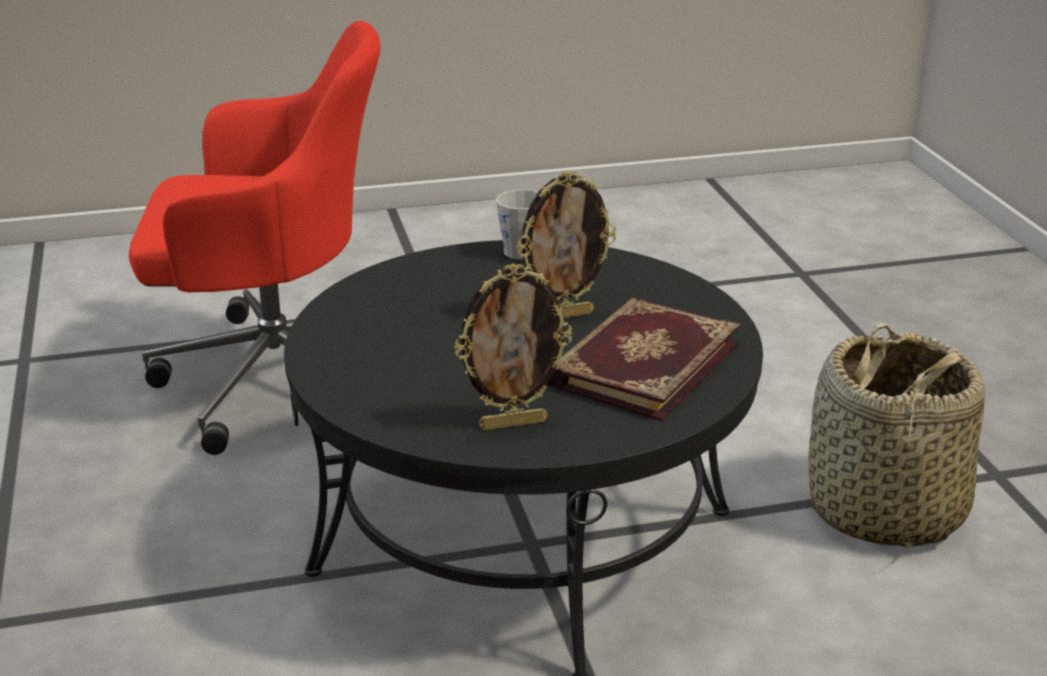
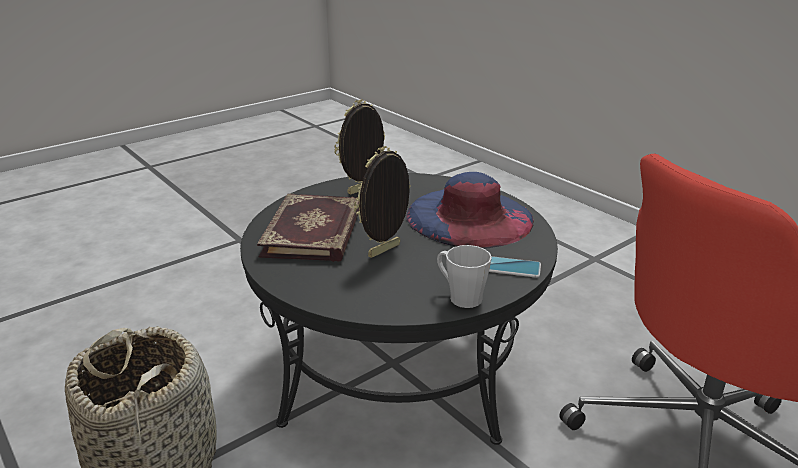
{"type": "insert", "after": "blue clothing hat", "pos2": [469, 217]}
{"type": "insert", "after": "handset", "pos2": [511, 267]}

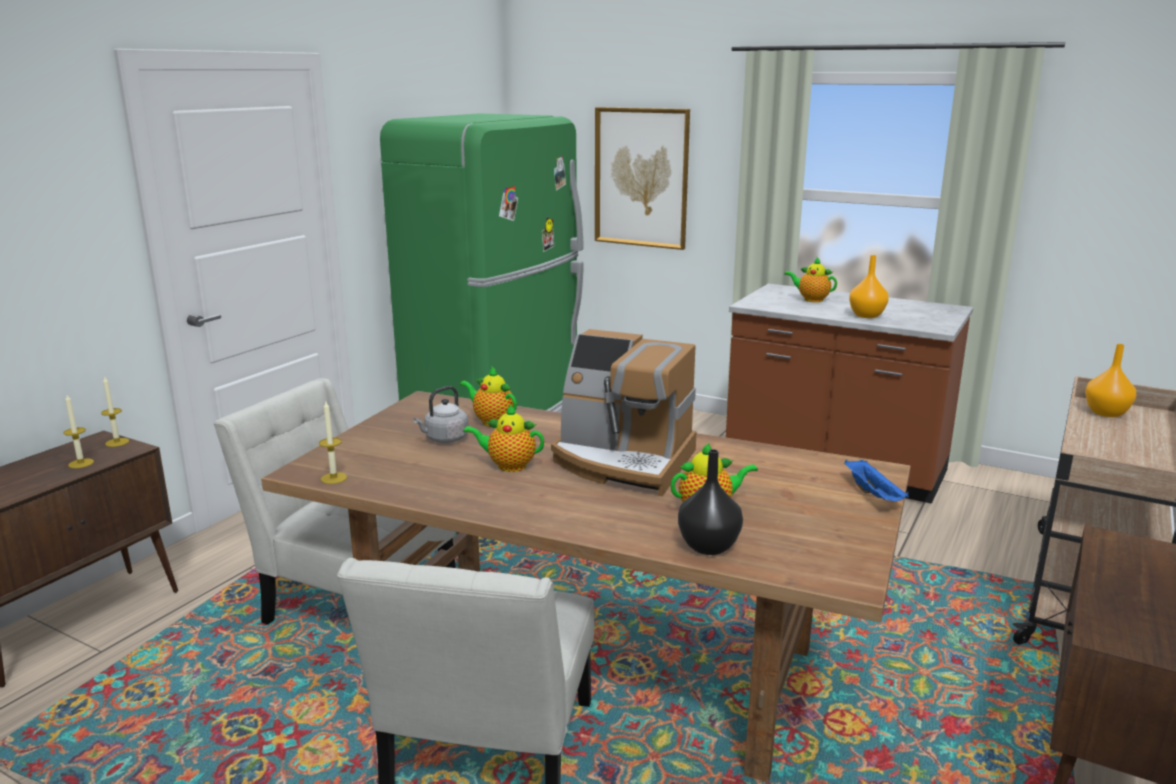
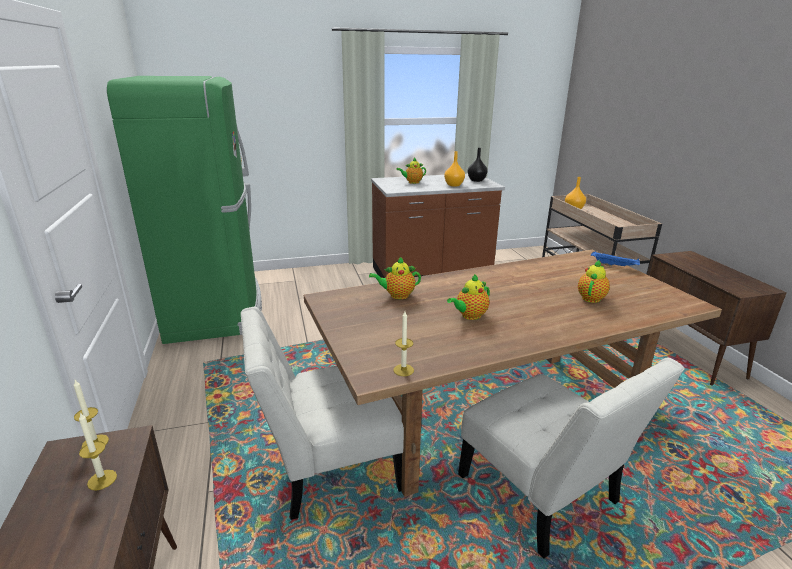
{"type": "move", "before": "blackish decorative vase", "pos1": [708, 546], "pos2": [476, 180]}
{"type": "delete", "before": "greyish kettle", "pos1": [444, 439]}
{"type": "delete", "before": "coffee machine", "pos1": [623, 461]}
{"type": "delete", "before": "wall art", "pos1": [641, 177]}

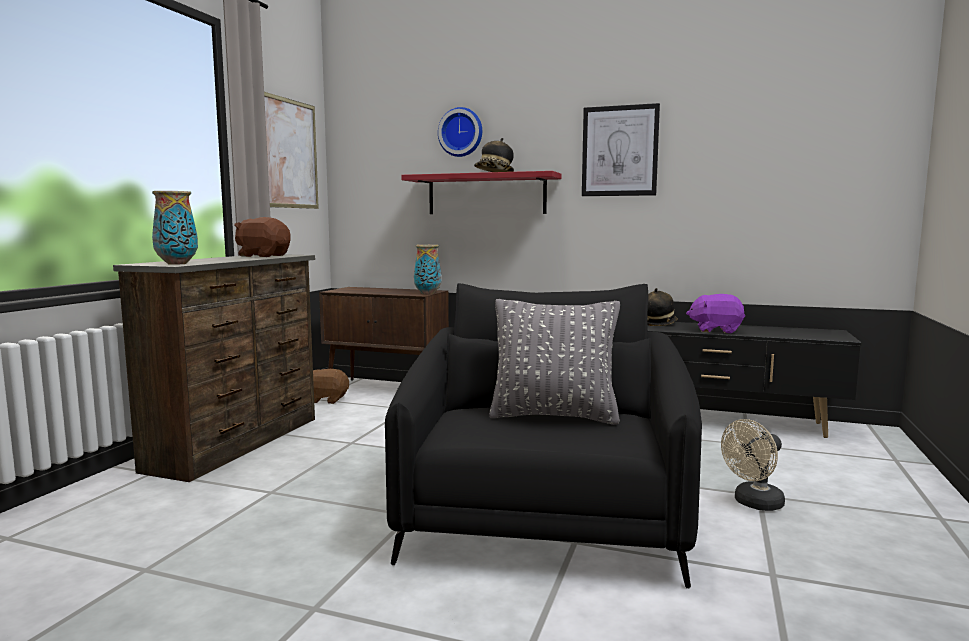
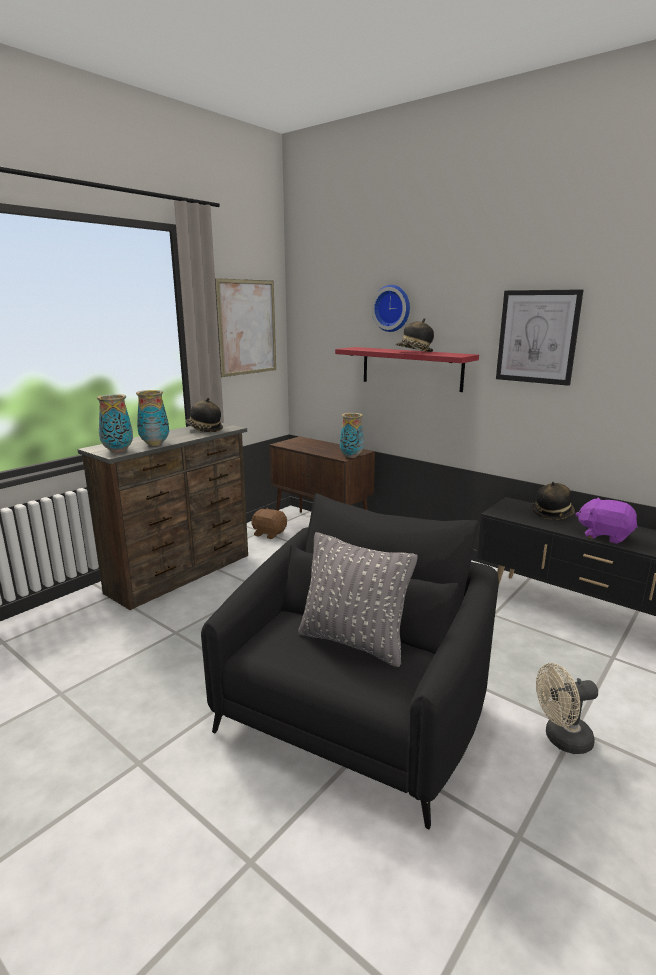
{"type": "insert", "after": "decorative vase", "pos2": [154, 444]}
{"type": "replace", "before": "brownish cuddly toy", "after": "clothing hat", "pos1": [263, 256], "pos2": [204, 429]}

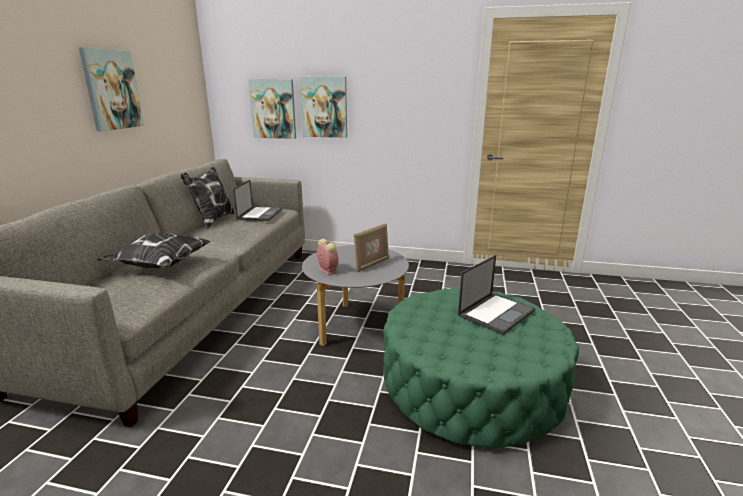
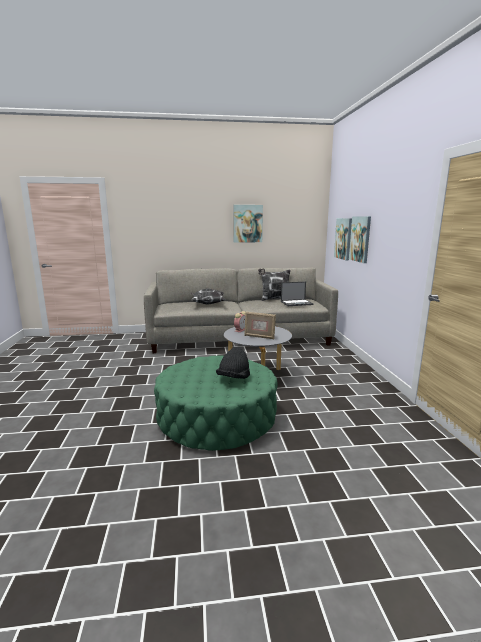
{"type": "replace", "before": "laptop", "after": "blackish clothing hat", "pos1": [496, 313], "pos2": [233, 378]}

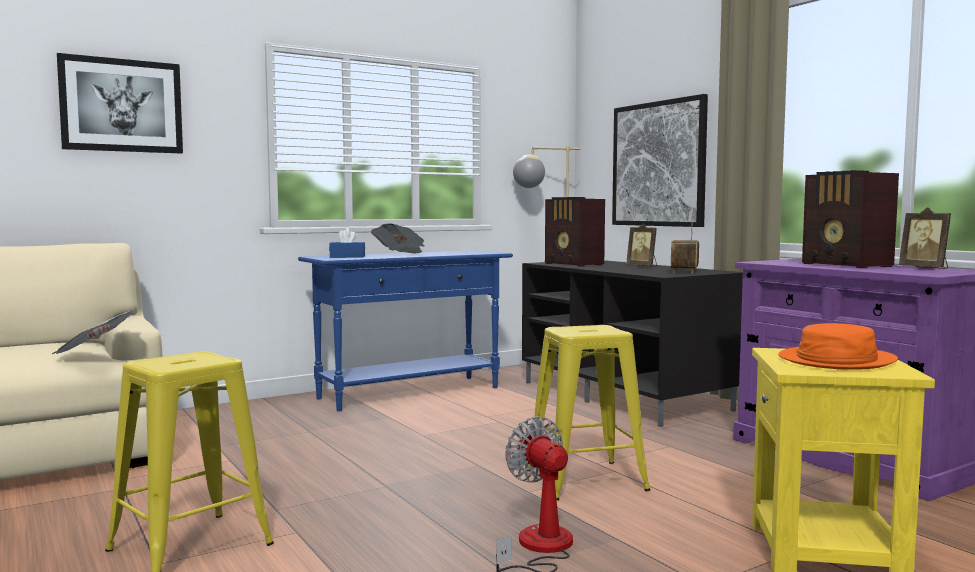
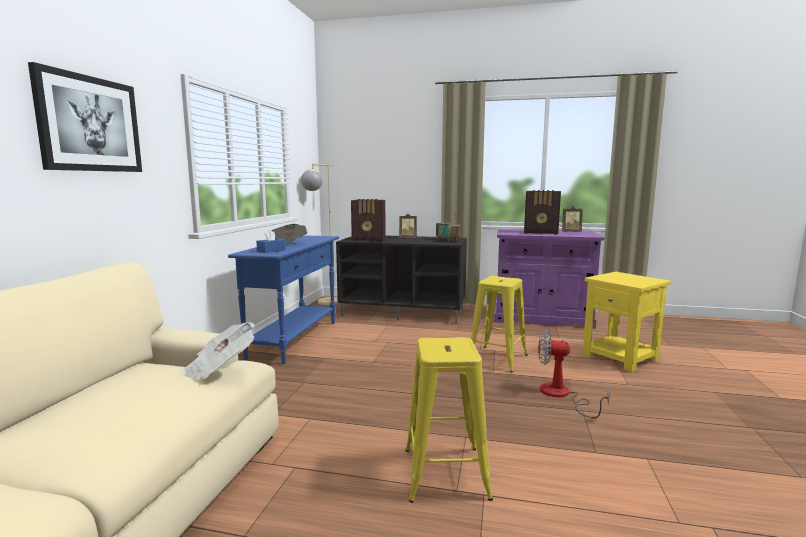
{"type": "delete", "before": "wall art", "pos1": [658, 164]}
{"type": "delete", "before": "orange clothing hat", "pos1": [836, 360]}

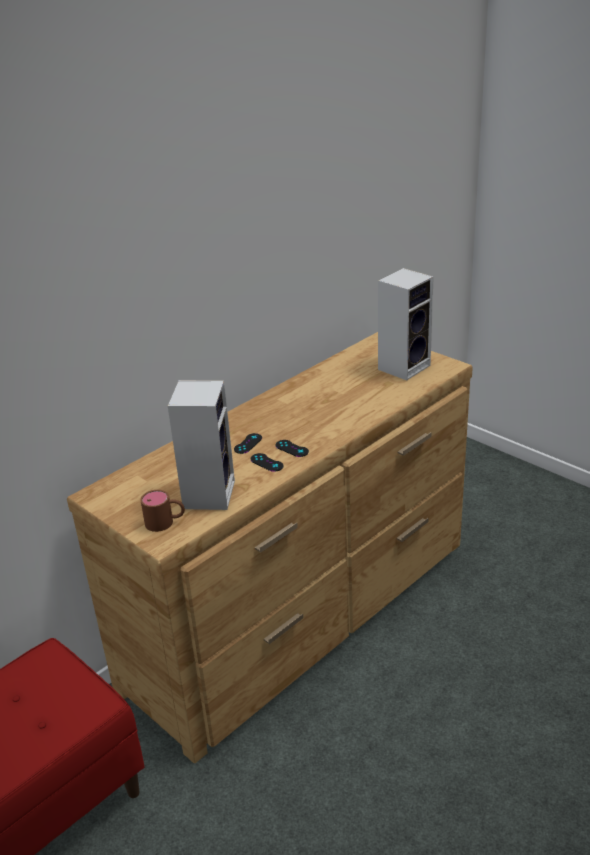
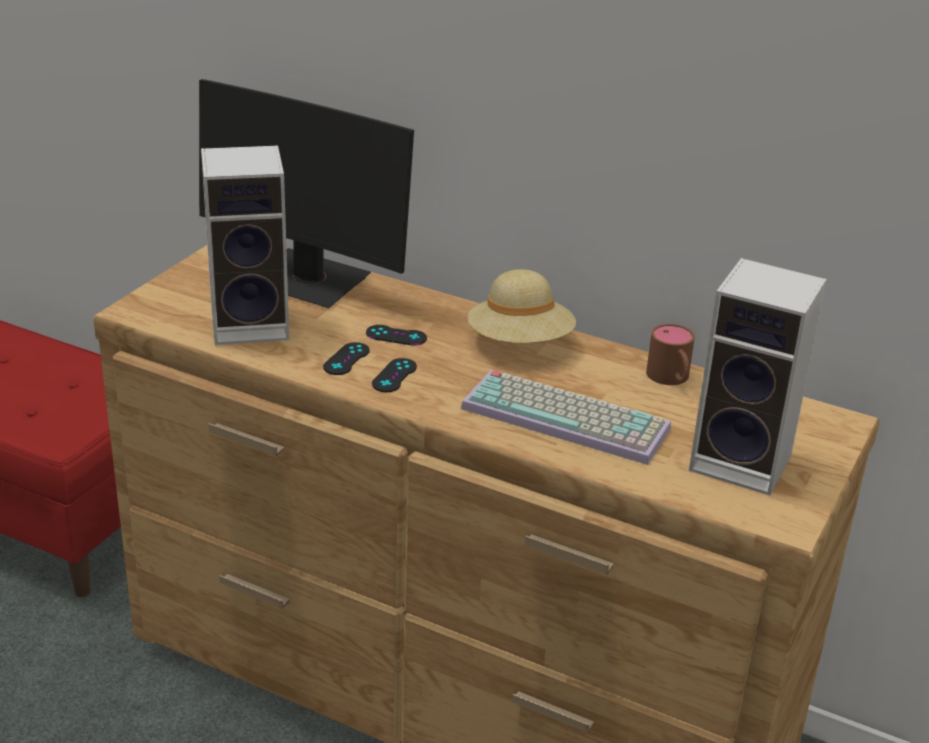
{"type": "insert", "after": "monitor", "pos2": [308, 281]}
{"type": "insert", "after": "keyboard", "pos2": [569, 417]}
{"type": "insert", "after": "beige-coloured clothing hat", "pos2": [520, 343]}
{"type": "move", "before": "brownish coffee mug", "pos1": [165, 522], "pos2": [671, 379]}

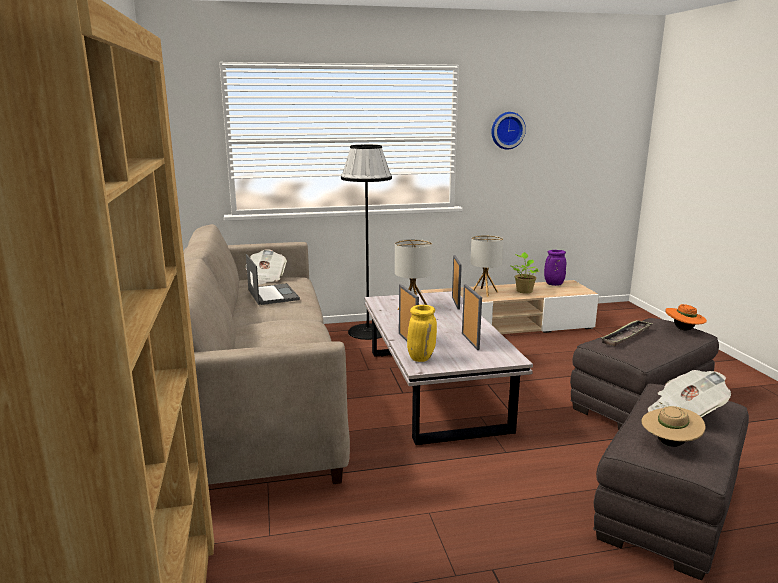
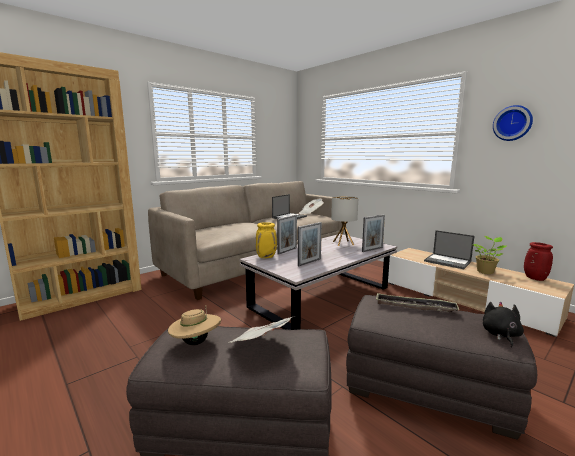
{"type": "replace", "before": "lamp for a table", "after": "laptop", "pos1": [484, 292], "pos2": [448, 261]}
{"type": "replace", "before": "orange clothing hat", "after": "blackish cuddly toy", "pos1": [683, 329], "pos2": [500, 335]}
{"type": "recolor", "before": "purple-coloured decorative vase", "after": "reddish decorative vase", "pos1": [553, 284], "pos2": [534, 278]}
{"type": "delete", "before": "blackish standard lamp", "pos1": [368, 332]}

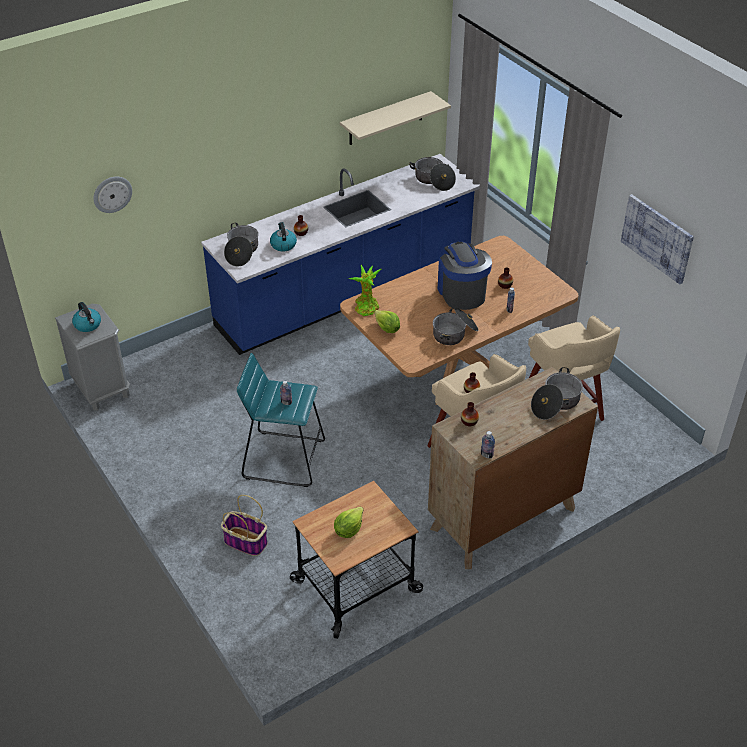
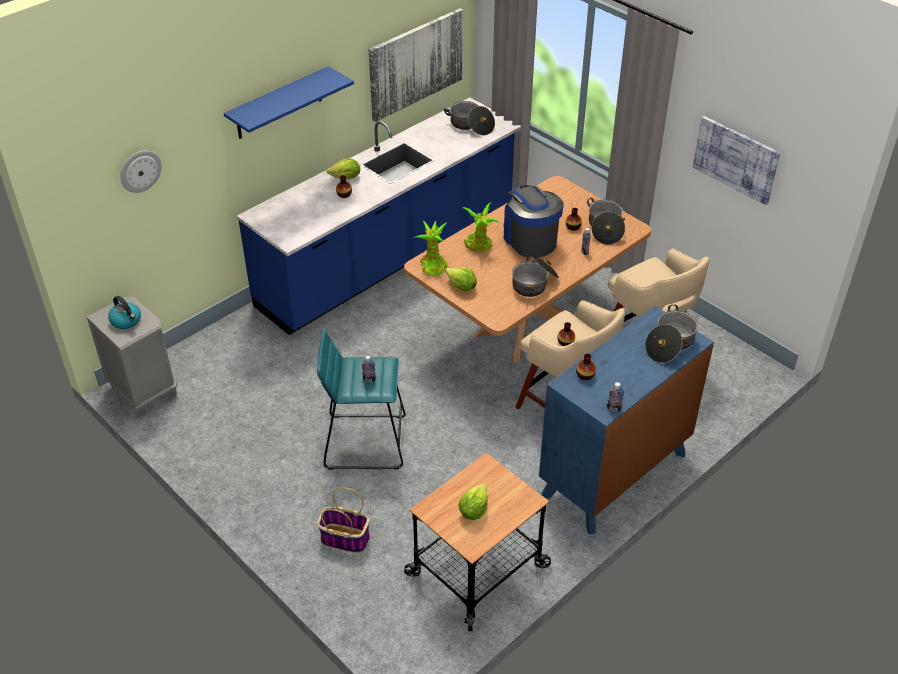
{"type": "insert", "after": "blue shelf", "pos2": [279, 104]}
{"type": "insert", "after": "head of lettuce", "pos2": [346, 178]}
{"type": "replace", "before": "beige-coloured shelf", "after": "wall art", "pos1": [386, 119], "pos2": [416, 64]}
{"type": "insert", "after": "potted plant", "pos2": [479, 245]}
{"type": "recolor", "before": "brownish drawer chest", "after": "blue drawer chest", "pos1": [503, 518], "pos2": [614, 474]}
{"type": "move", "before": "saucepot", "pos1": [242, 252], "pos2": [605, 228]}
{"type": "delete", "before": "kettle", "pos1": [283, 244]}

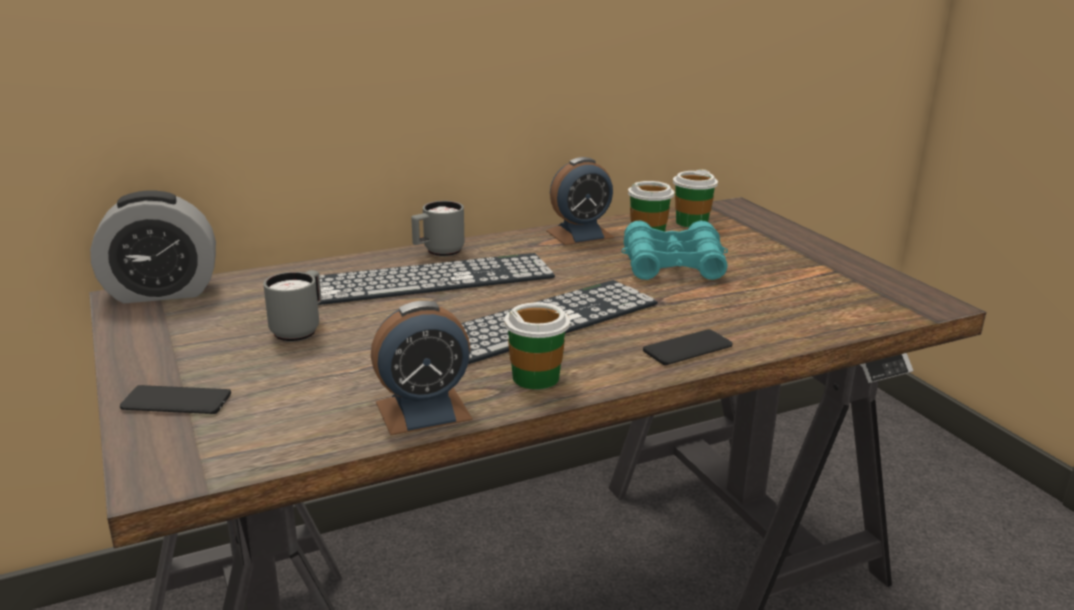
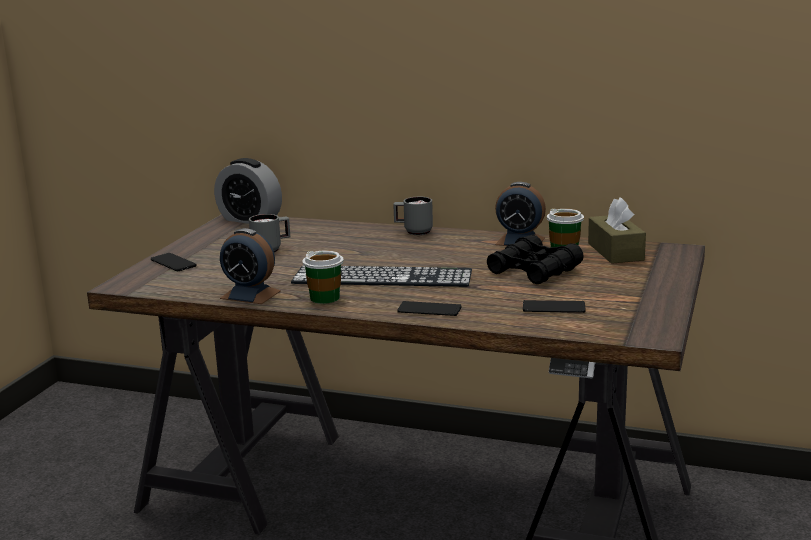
{"type": "recolor", "before": "turquoise-coloured binoculars", "after": "blackish binoculars", "pos1": [673, 265], "pos2": [534, 271]}
{"type": "insert", "after": "handset", "pos2": [553, 307]}
{"type": "replace", "before": "cup", "after": "brownish tissue holder", "pos1": [691, 222], "pos2": [615, 252]}
{"type": "delete", "before": "keyboard", "pos1": [433, 279]}

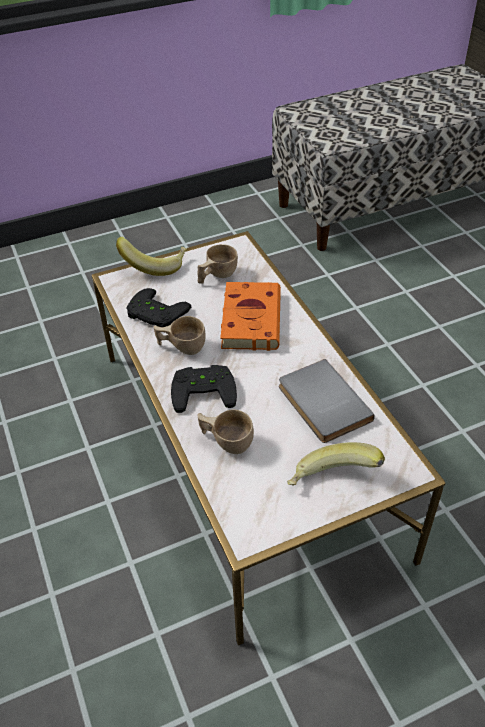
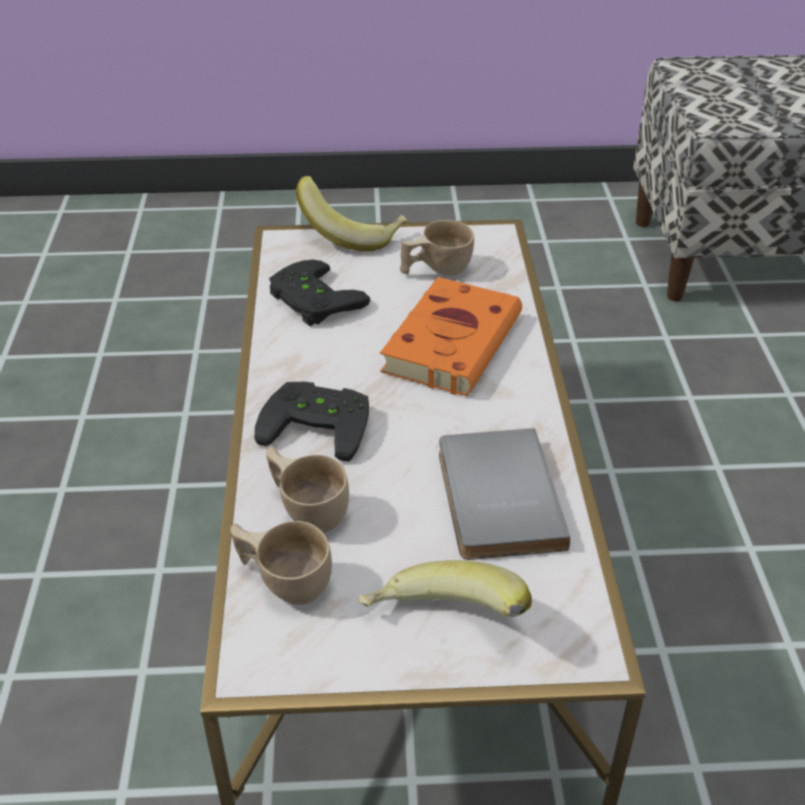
{"type": "move", "before": "beige-coloured cup", "pos1": [181, 347], "pos2": [284, 580]}

